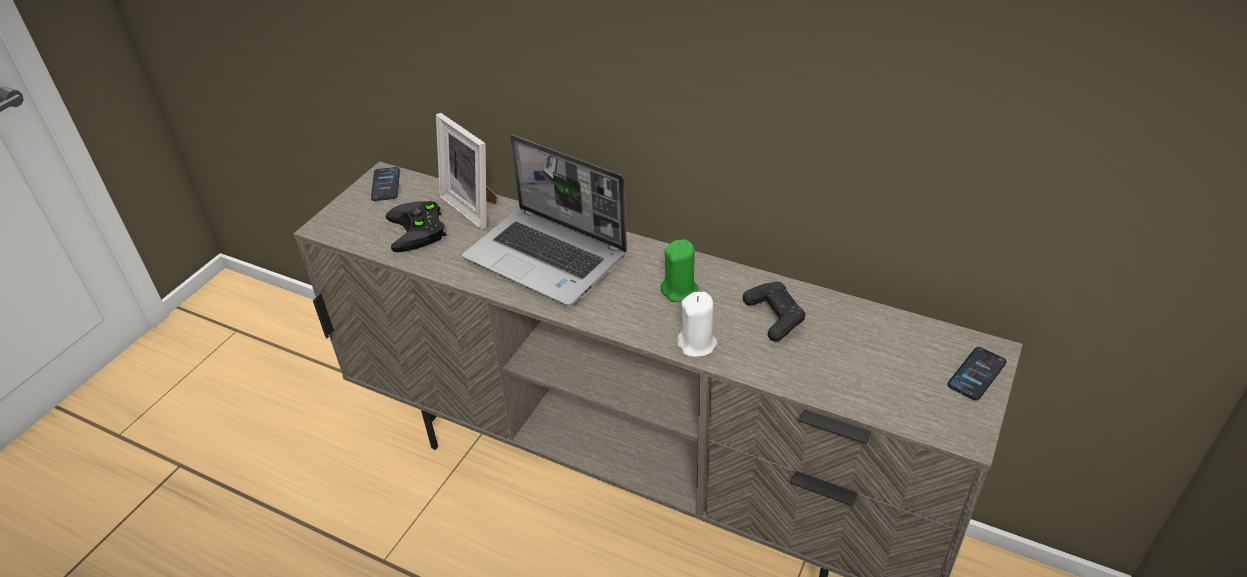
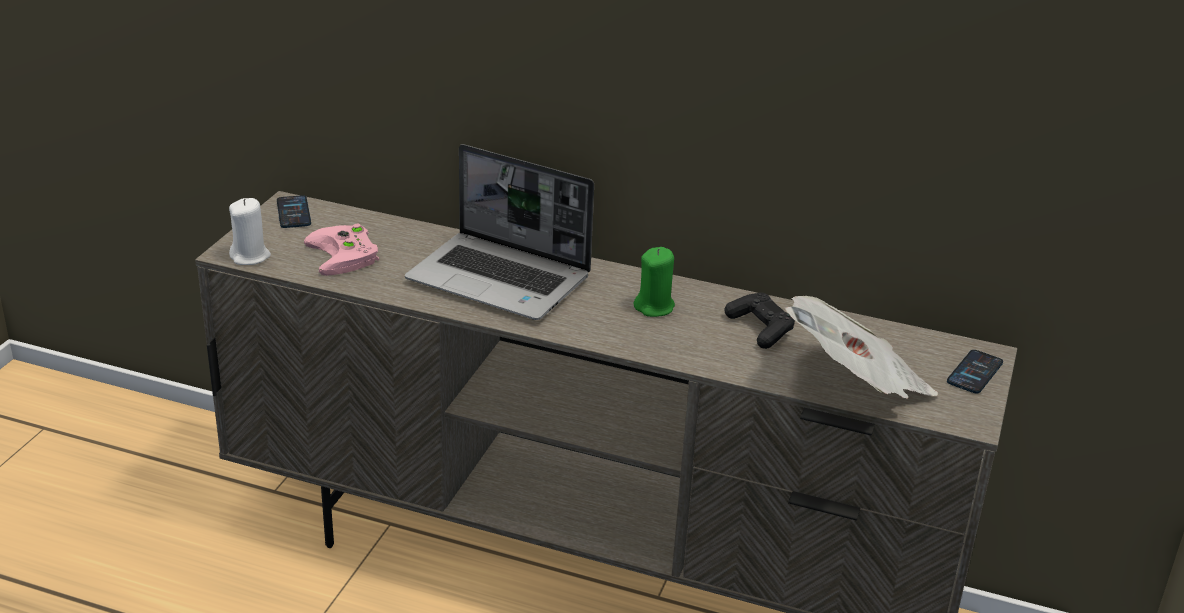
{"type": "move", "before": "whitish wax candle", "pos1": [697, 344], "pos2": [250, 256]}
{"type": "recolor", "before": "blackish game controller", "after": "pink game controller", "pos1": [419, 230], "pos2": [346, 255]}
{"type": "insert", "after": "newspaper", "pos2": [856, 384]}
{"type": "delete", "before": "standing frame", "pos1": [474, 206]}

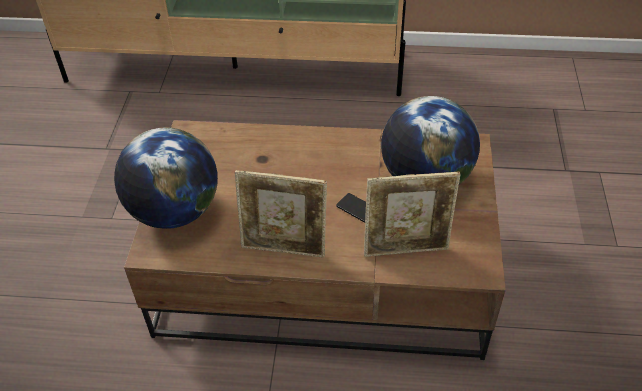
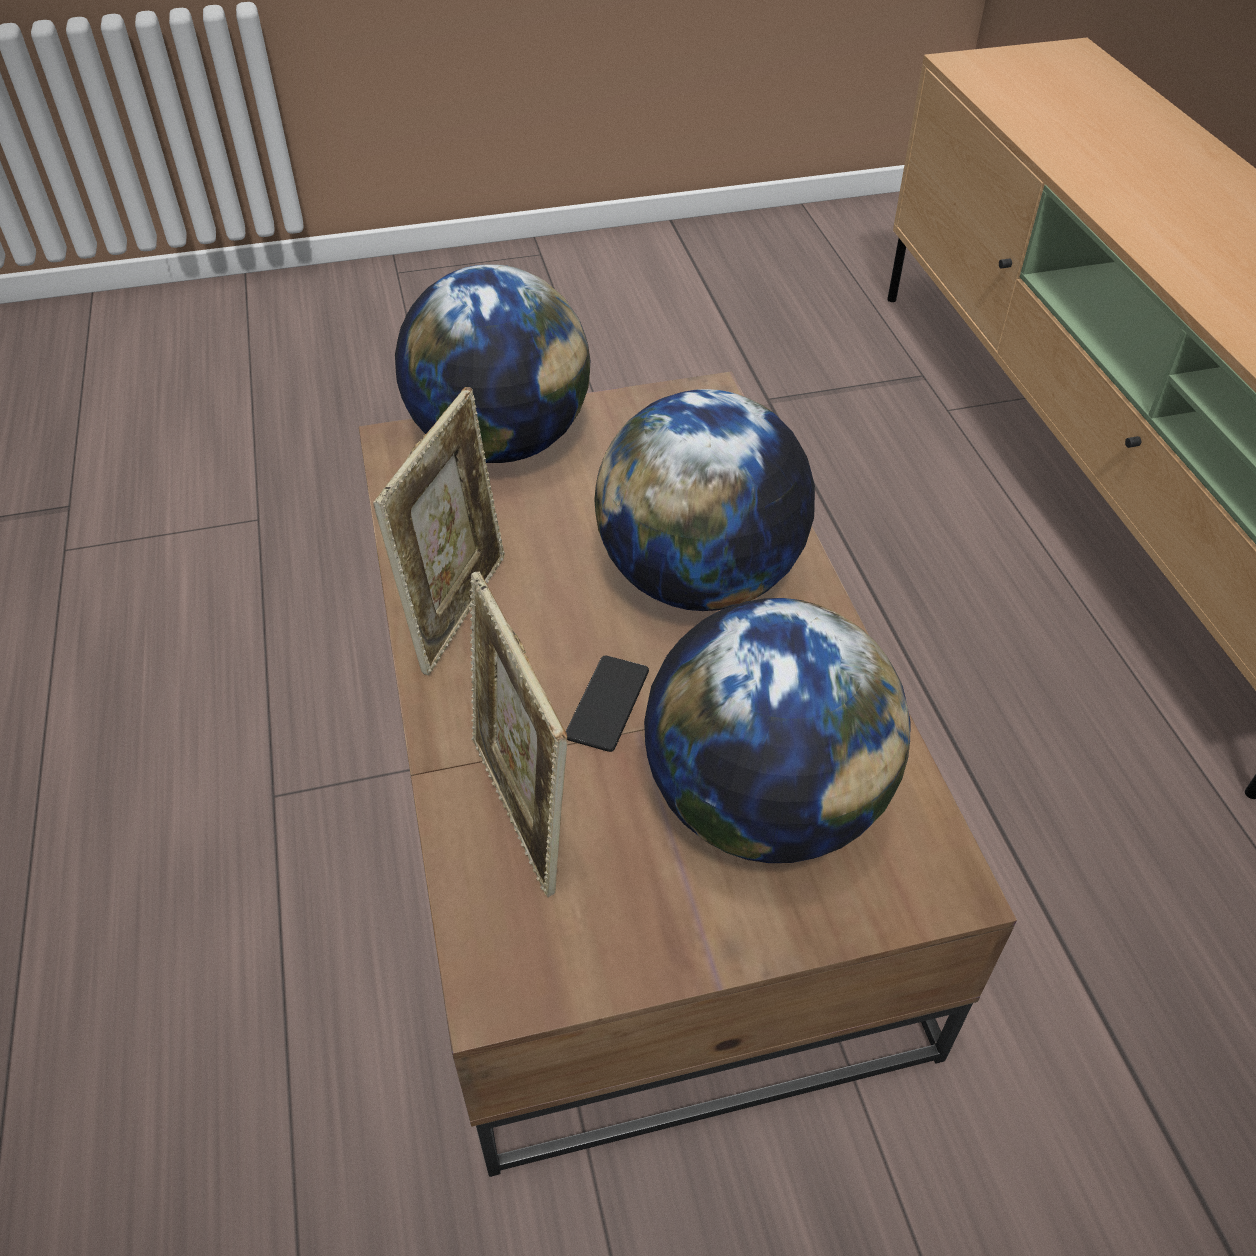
{"type": "rotate", "before": "standing frame", "pos1": [284, 248], "pos2": [459, 609], "turn": -150}
{"type": "insert", "after": "world globe", "pos2": [700, 579]}

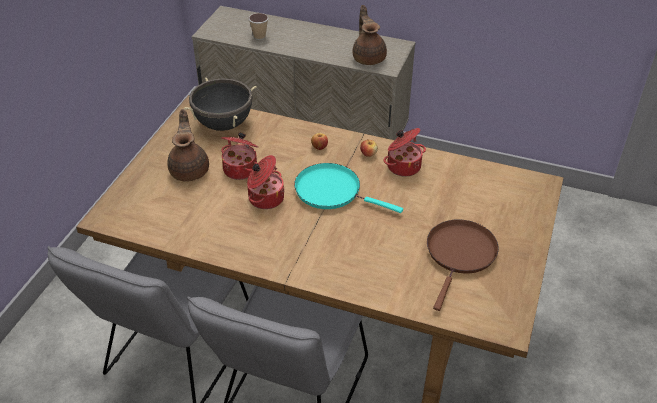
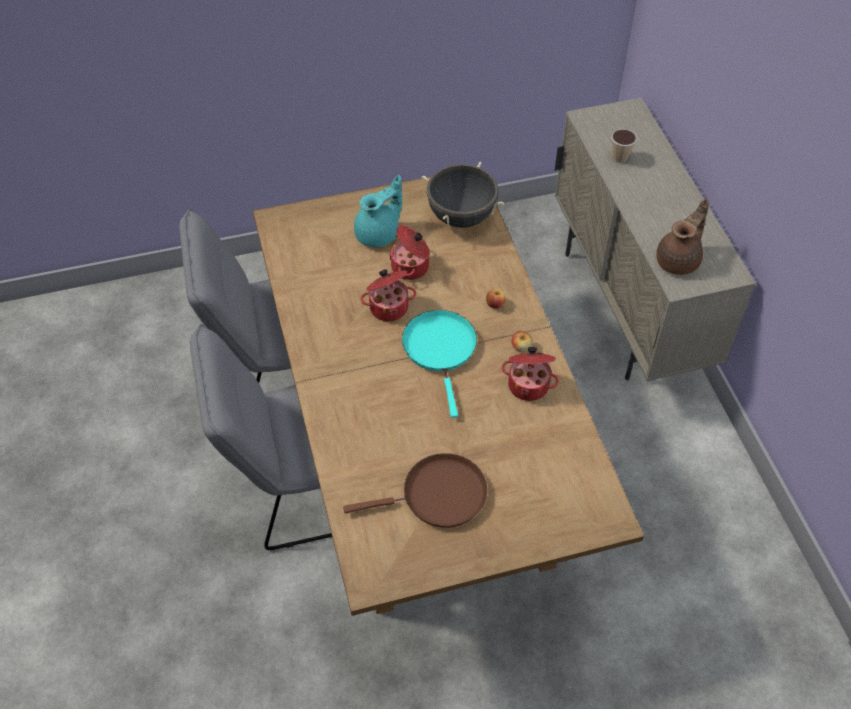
{"type": "recolor", "before": "brownish teapot", "after": "turquoise-coloured teapot", "pos1": [190, 170], "pos2": [379, 234]}

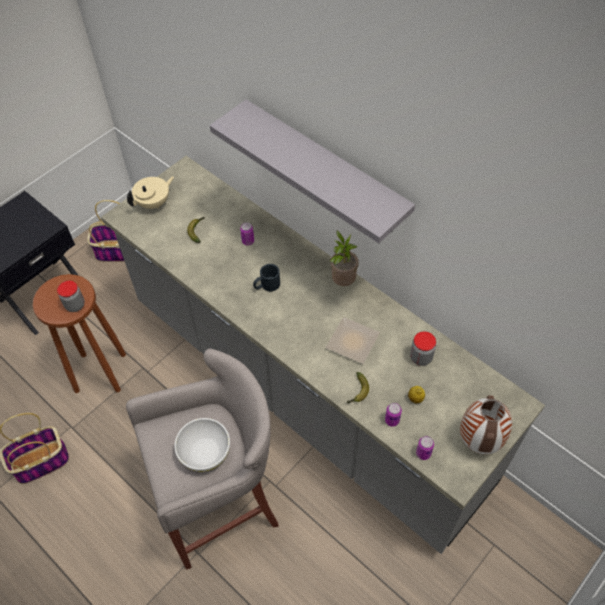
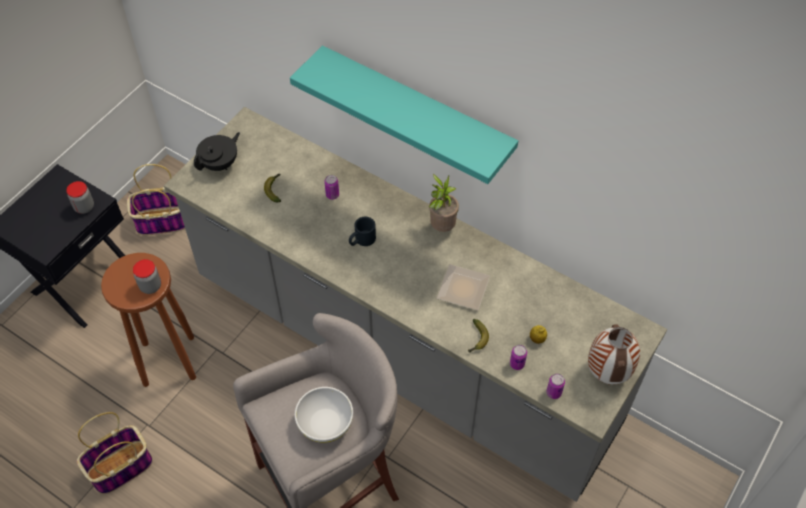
{"type": "move", "before": "jar", "pos1": [421, 357], "pos2": [84, 207]}
{"type": "recolor", "before": "beige-coloured teapot", "after": "blackish teapot", "pos1": [154, 203], "pos2": [220, 164]}
{"type": "recolor", "before": "greyish shelf", "after": "turquoise-coloured shelf", "pos1": [325, 168], "pos2": [416, 111]}

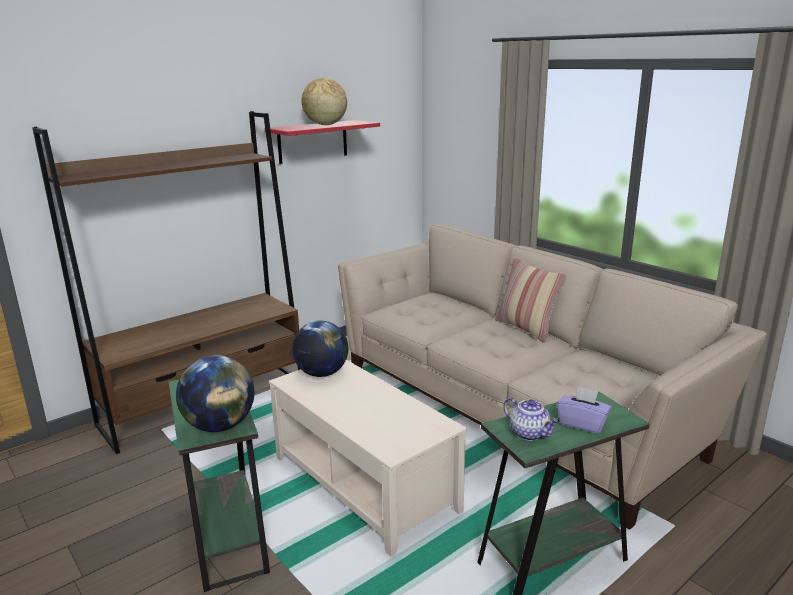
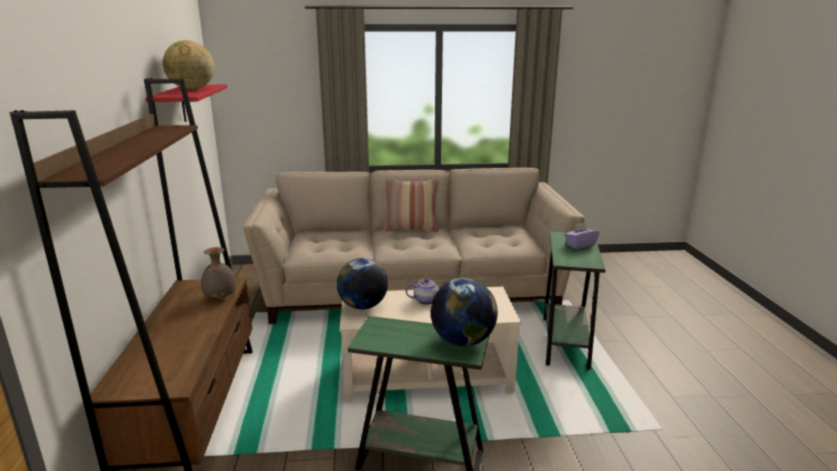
{"type": "insert", "after": "greyish decorative vase", "pos2": [220, 297]}
{"type": "move", "before": "teapot", "pos1": [530, 433], "pos2": [426, 300]}

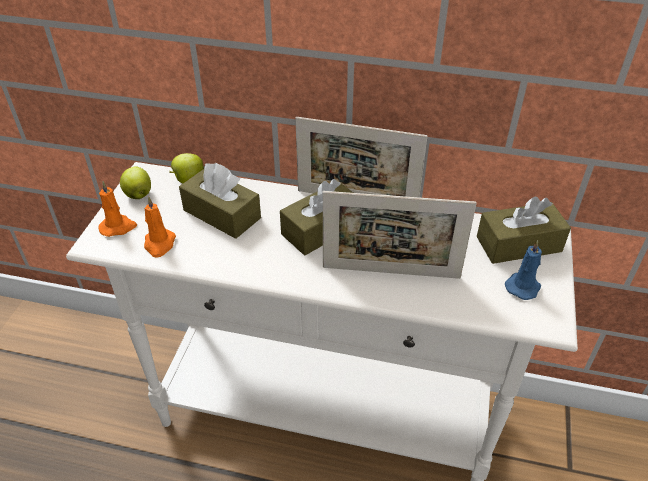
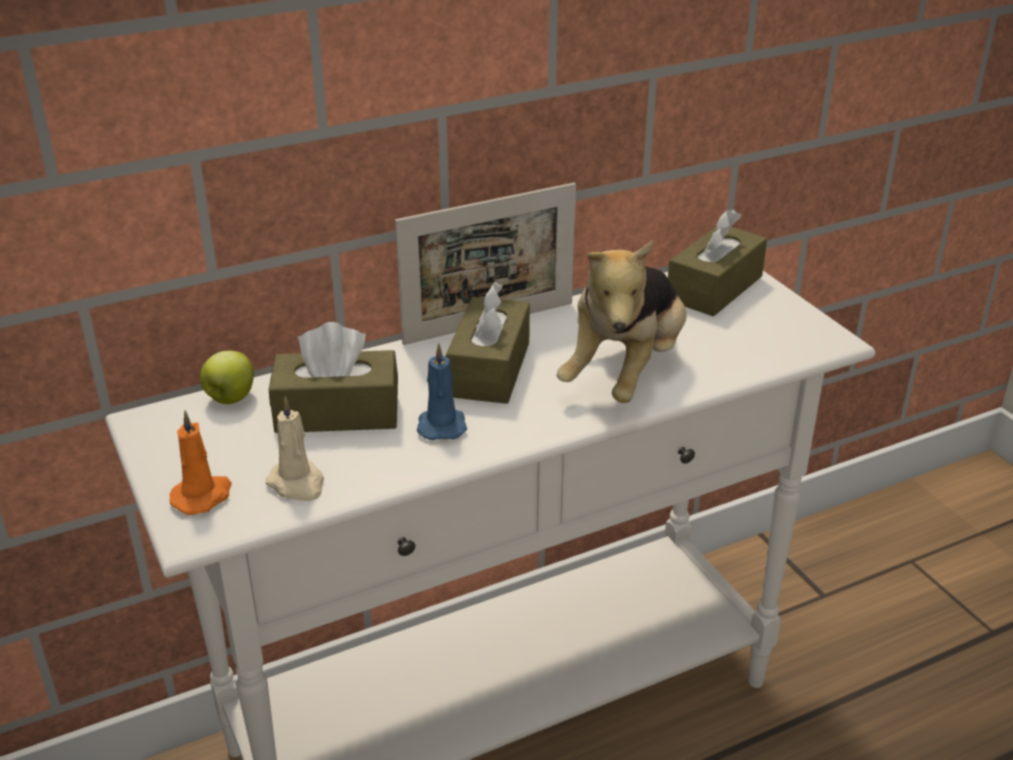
{"type": "recolor", "before": "orange wax candle", "after": "beige-coloured wax candle", "pos1": [159, 244], "pos2": [297, 484]}
{"type": "move", "before": "blue wax candle", "pos1": [523, 286], "pos2": [441, 425]}
{"type": "replace", "before": "standing frame", "after": "cuddly toy", "pos1": [391, 272], "pos2": [625, 372]}
{"type": "delete", "before": "whole apple", "pos1": [138, 194]}

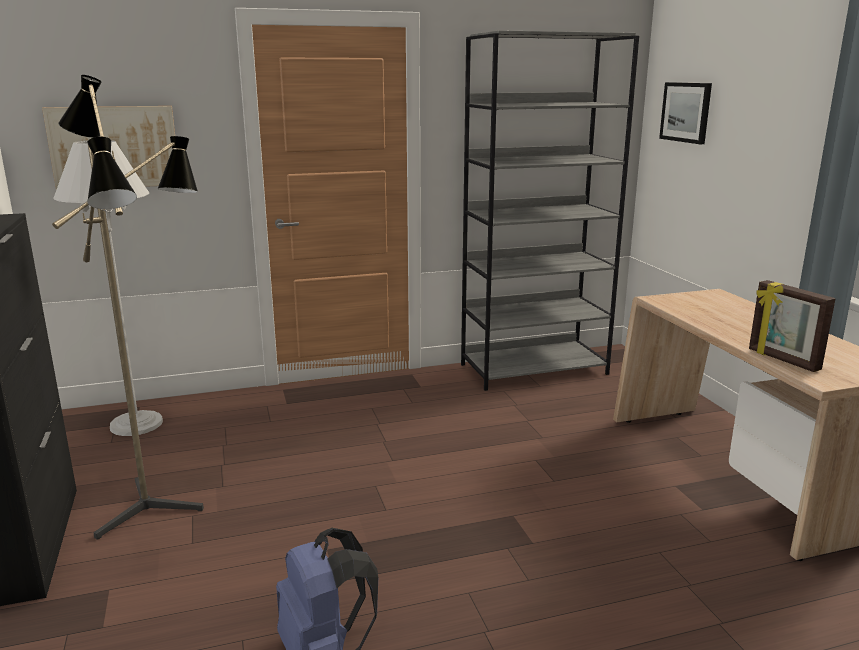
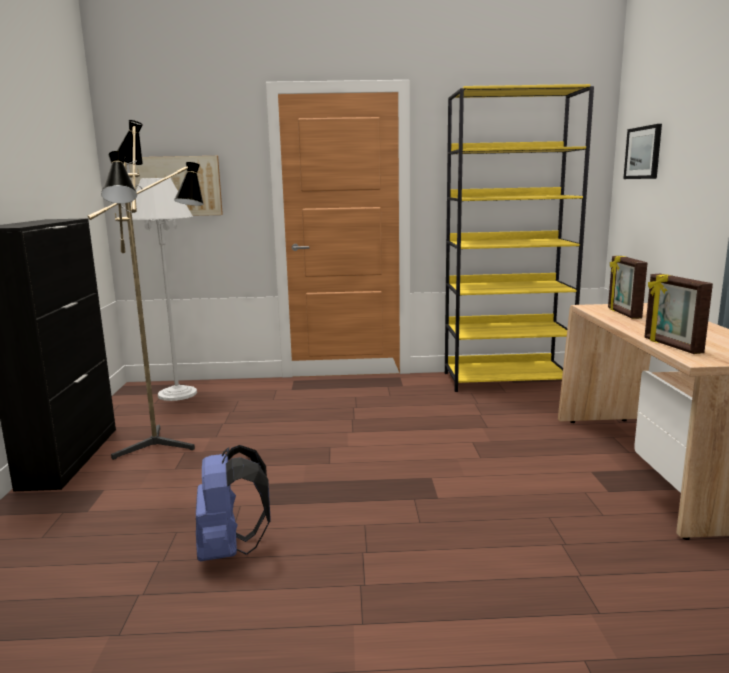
{"type": "recolor", "before": "greyish bookshelf", "after": "yellowish bookshelf", "pos1": [534, 369], "pos2": [506, 380]}
{"type": "insert", "after": "standing frame", "pos2": [623, 313]}

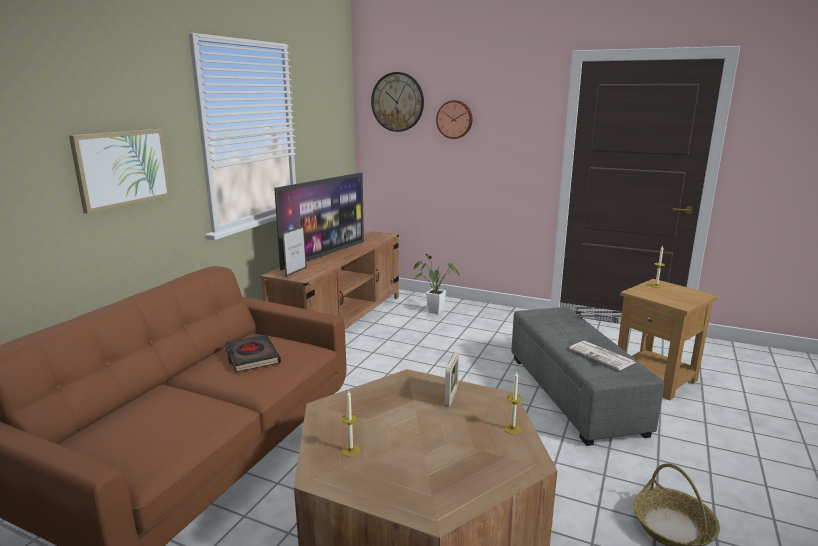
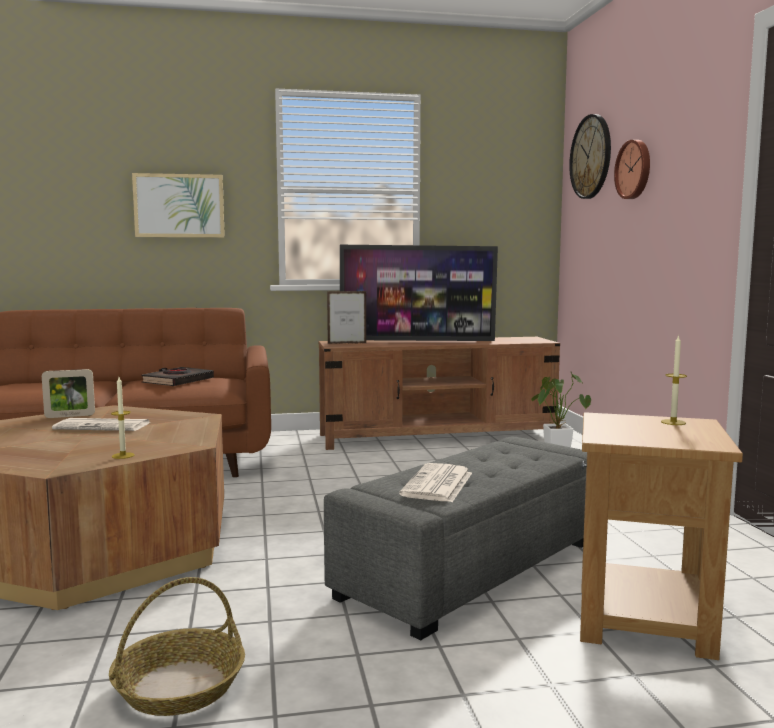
{"type": "move", "before": "standing frame", "pos1": [451, 397], "pos2": [70, 416]}
{"type": "insert", "after": "newspaper", "pos2": [104, 426]}
{"type": "delete", "before": "wax candle", "pos1": [350, 451]}

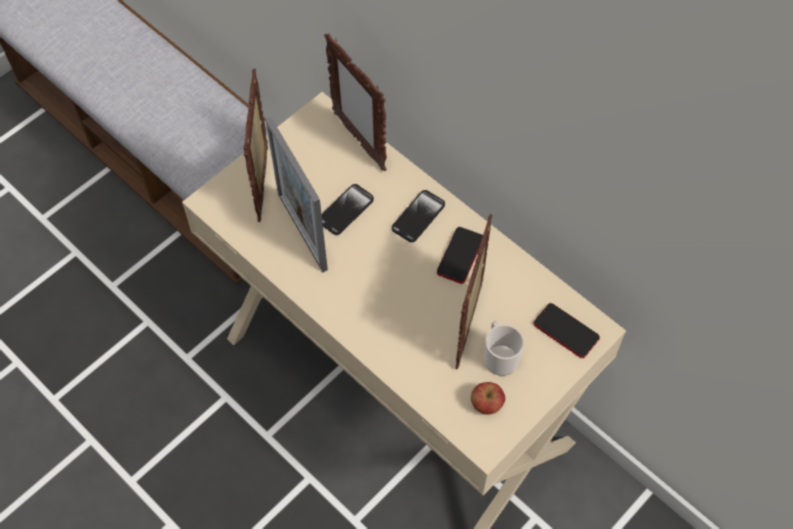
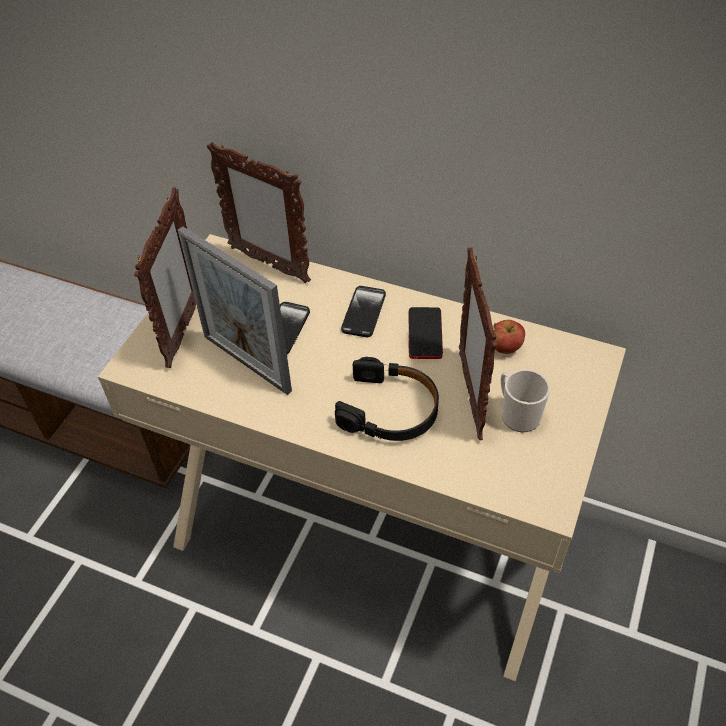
{"type": "rotate", "before": "standing frame", "pos1": [264, 182], "pos2": [184, 330], "turn": -150}
{"type": "insert", "after": "blackish pair of headphones", "pos2": [390, 410]}
{"type": "move", "before": "whole apple", "pos1": [486, 404], "pos2": [505, 347]}
{"type": "delete", "before": "handset", "pos1": [566, 331]}

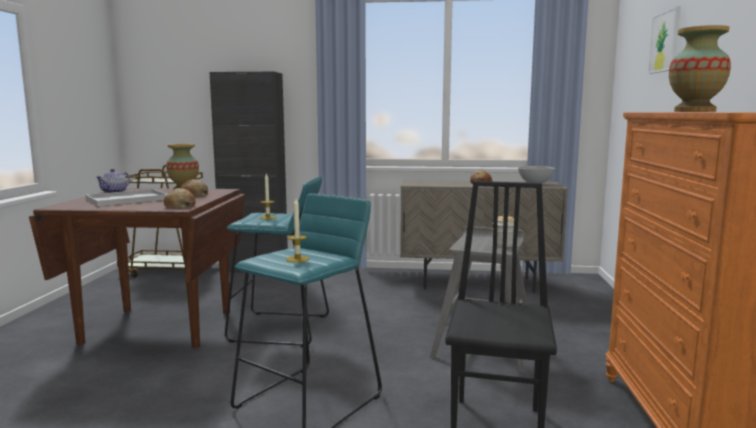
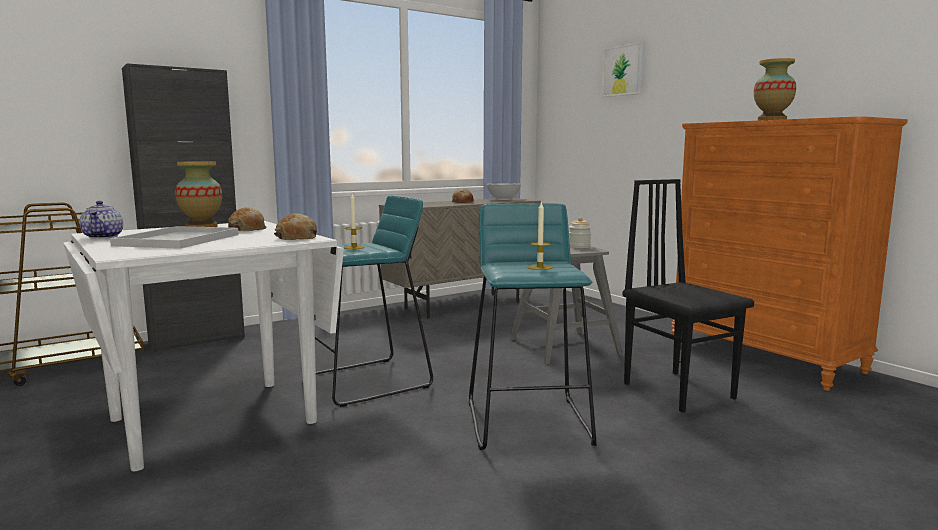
{"type": "recolor", "before": "brownish dining table", "after": "whitish dining table", "pos1": [159, 326], "pos2": [213, 420]}

